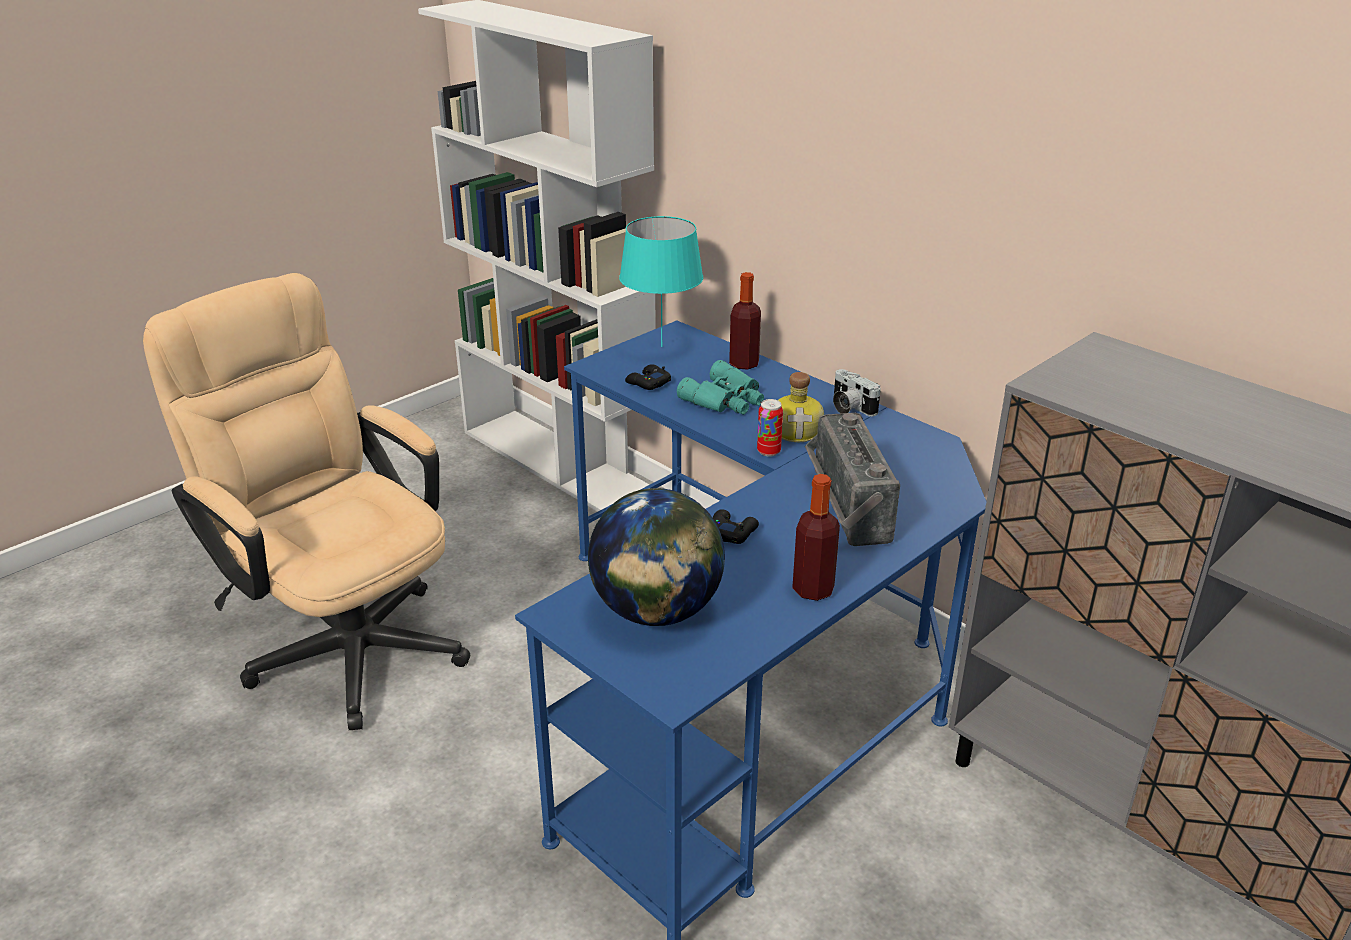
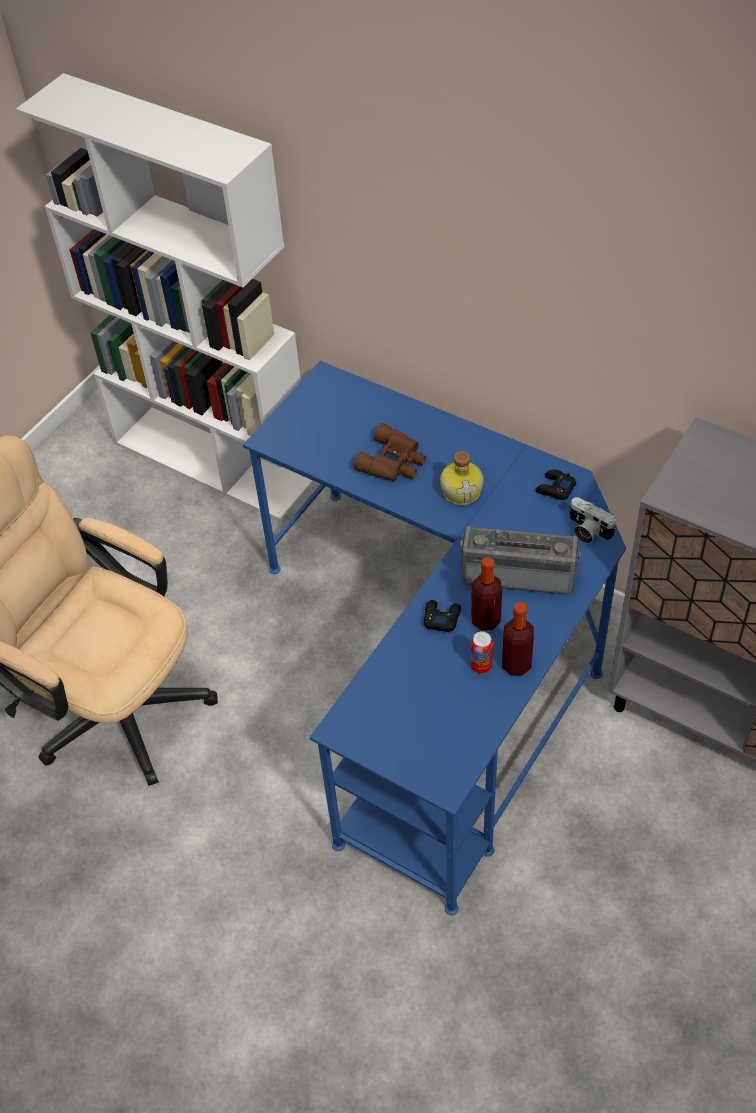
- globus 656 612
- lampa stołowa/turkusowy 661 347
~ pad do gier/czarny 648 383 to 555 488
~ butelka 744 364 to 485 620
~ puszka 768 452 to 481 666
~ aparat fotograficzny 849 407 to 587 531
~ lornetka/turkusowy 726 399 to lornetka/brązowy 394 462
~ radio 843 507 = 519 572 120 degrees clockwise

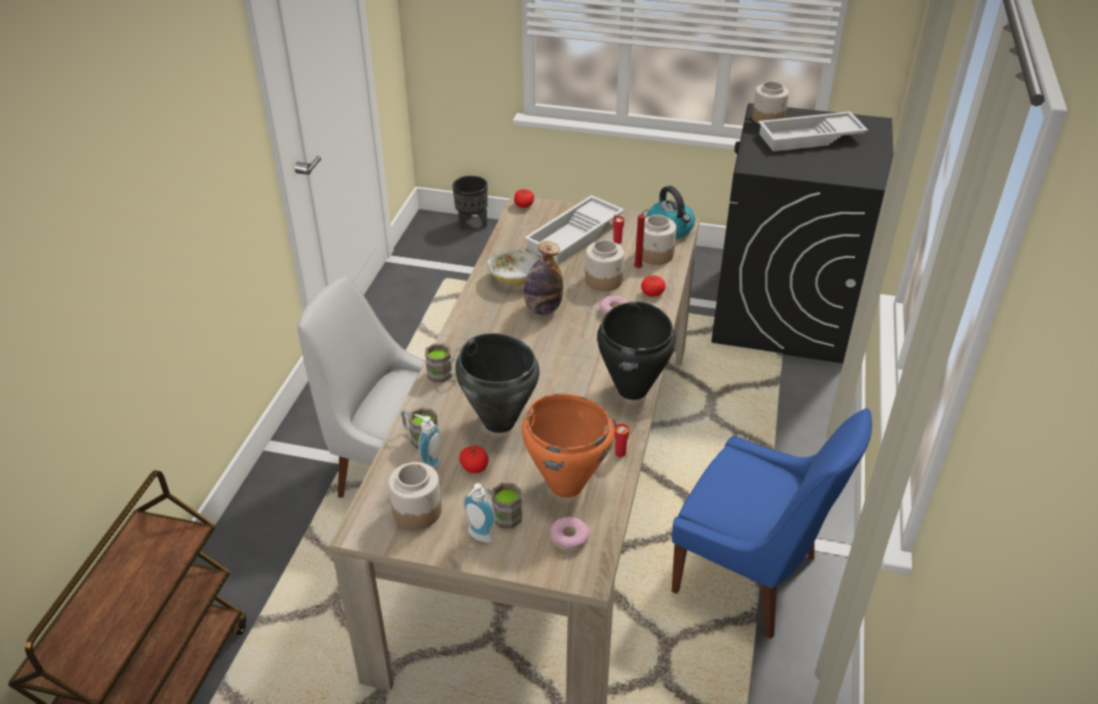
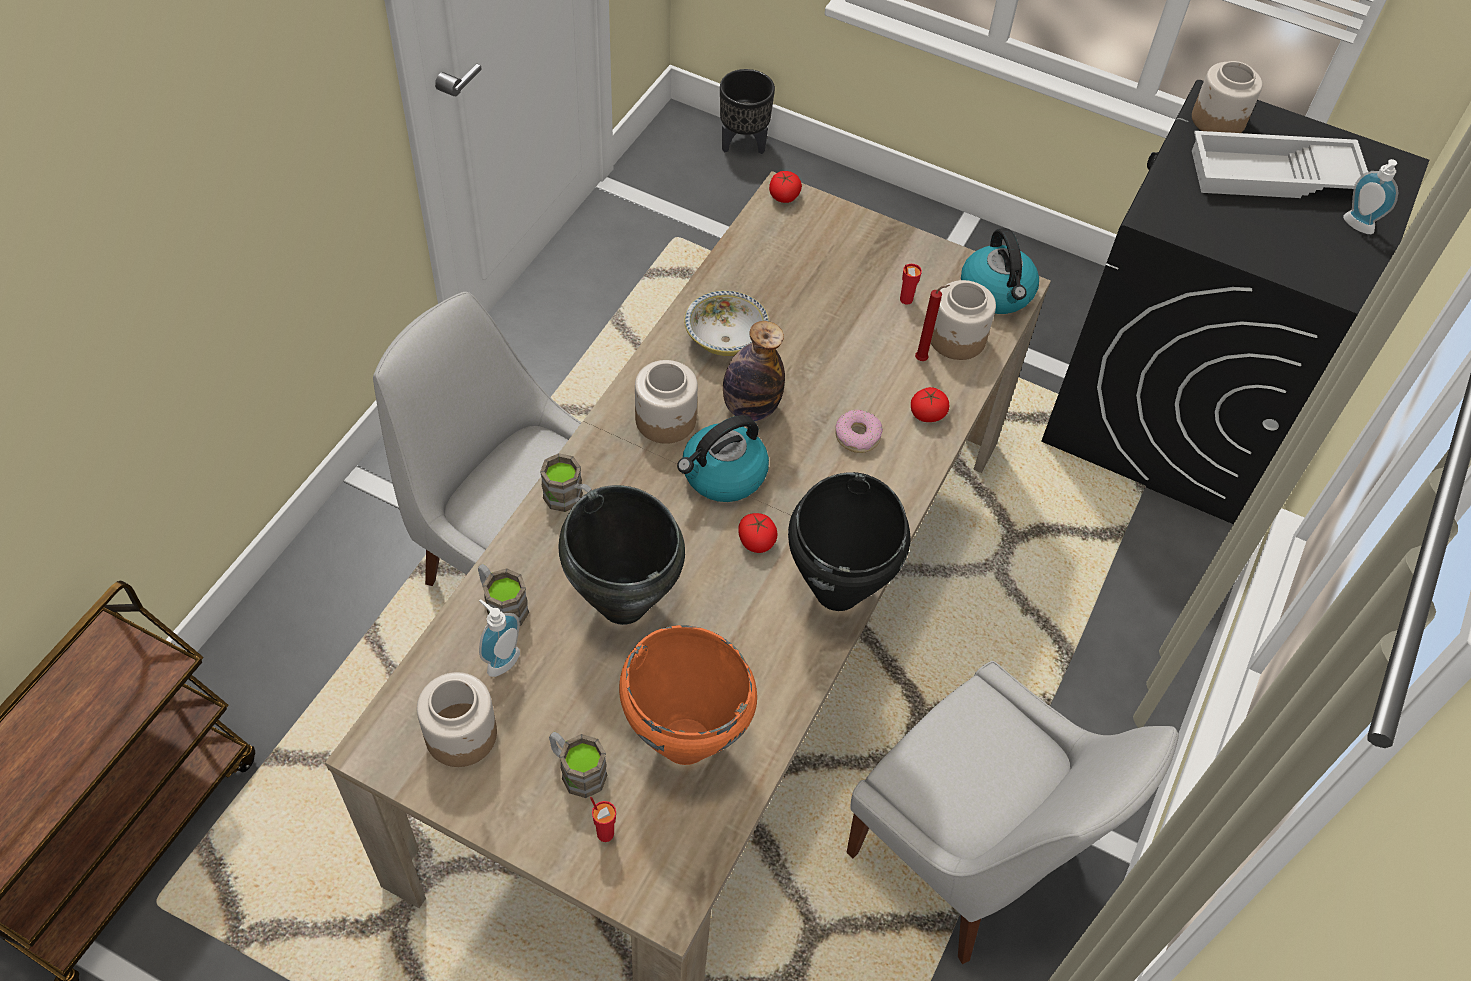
- taca/biały 575 236
- donut 569 538
+ czajnik 723 475
~ pomidor 474 467 to 757 541
~ dozownik mydła 478 537 to 1356 226
~ słoik 604 280 to 666 420
~ filiżanka/czerwony 620 453 to 605 833
~ krzesło/niebieski 750 576 to krzesło/biały 967 856

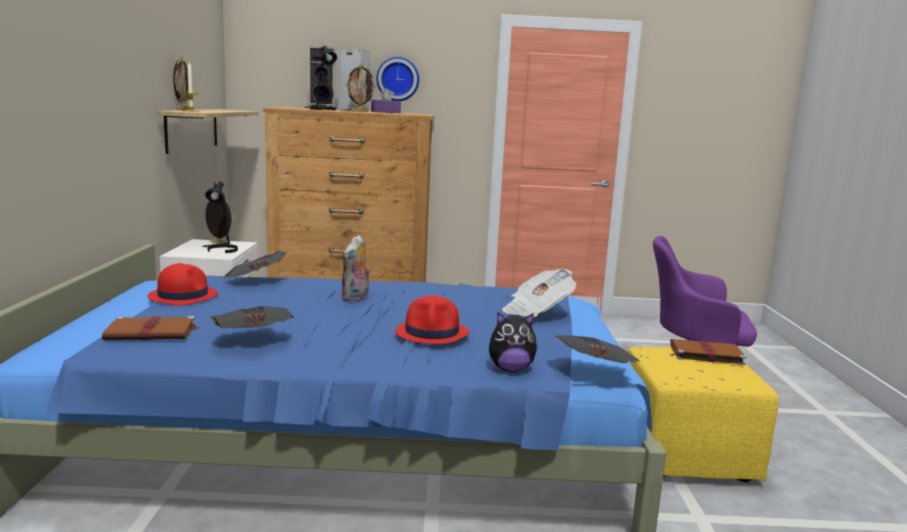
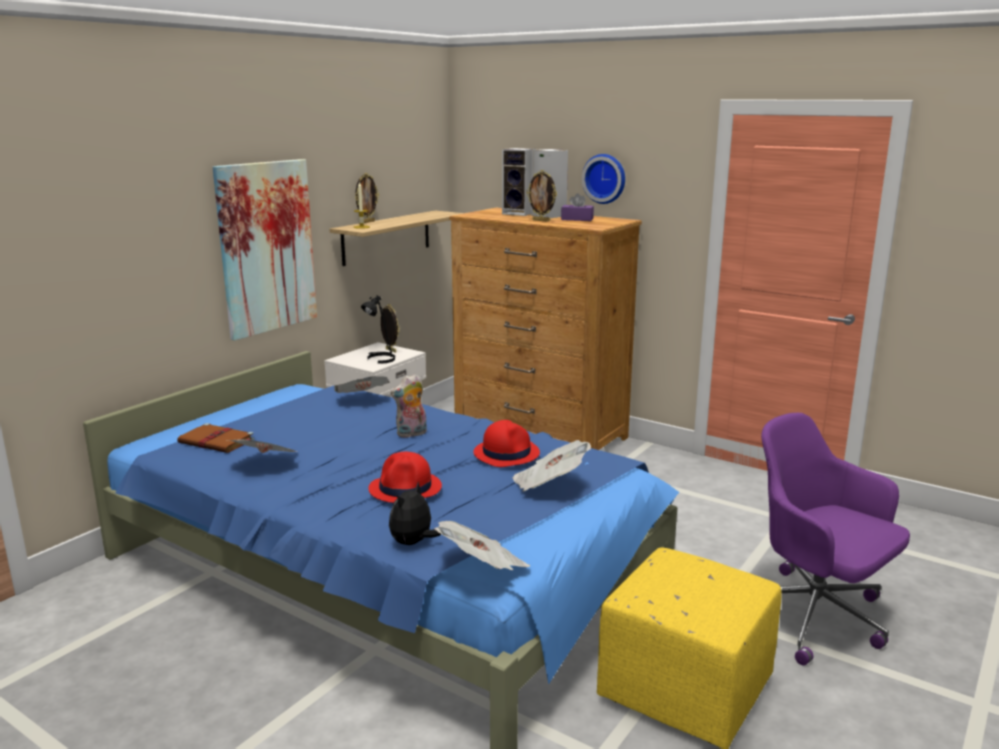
- lampa stołowa/czarny 321 109
- książka/brązowy 704 354
+ obraz 266 247
~ kapelusz/czerwony 183 296 to 506 453
~ pluszak 510 369 = 413 543 90 degrees clockwise

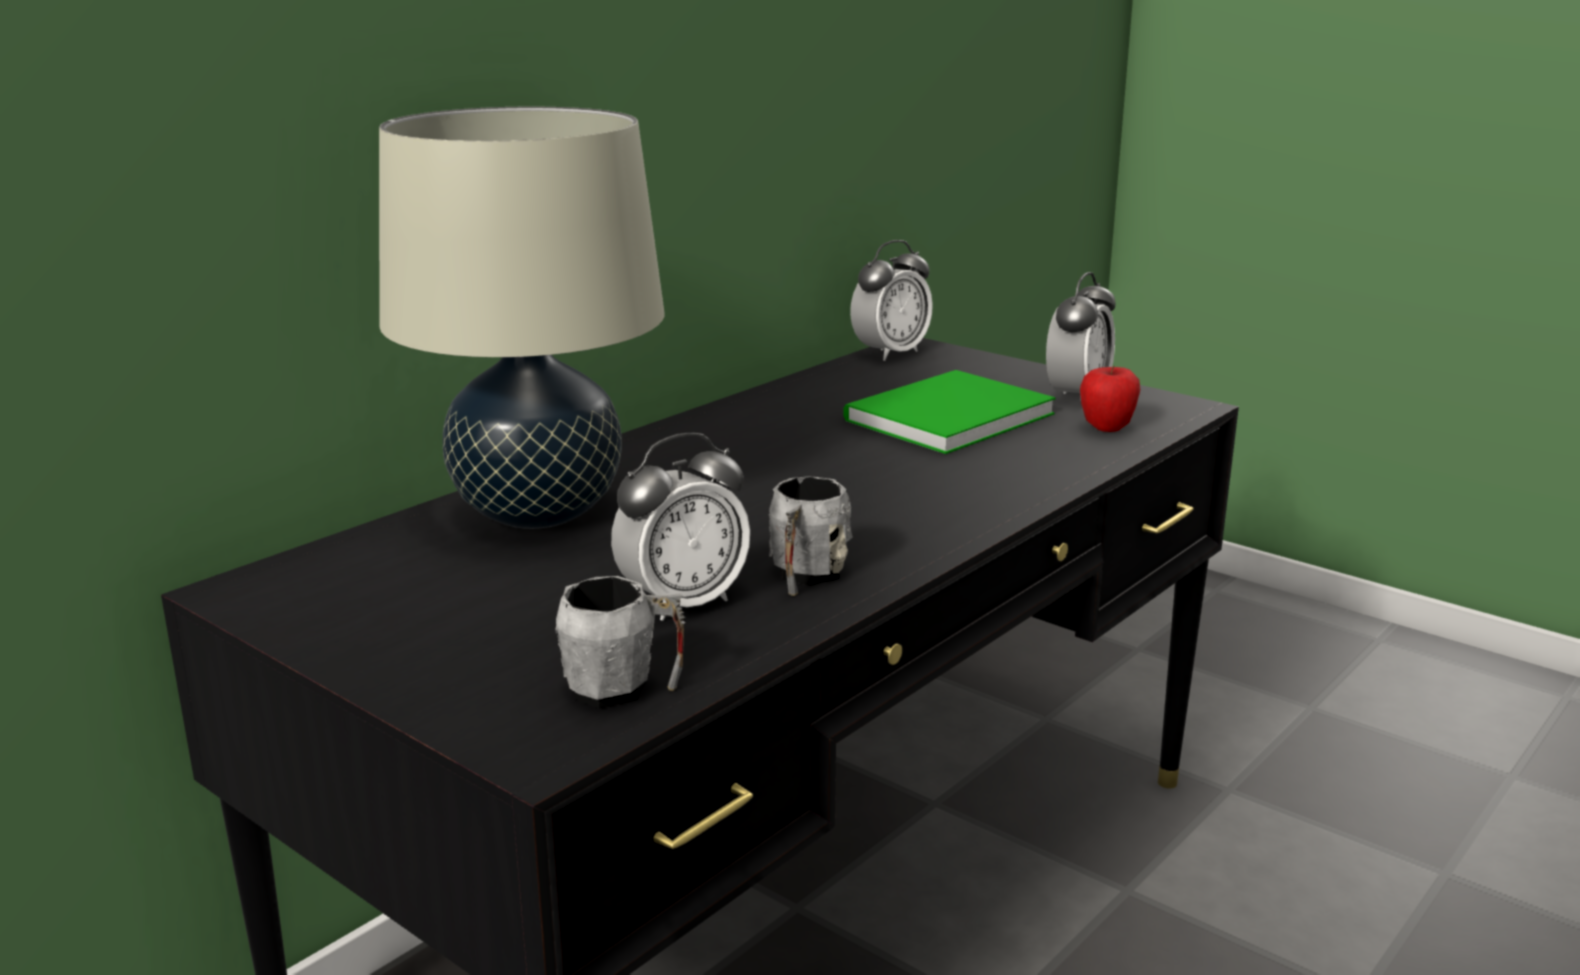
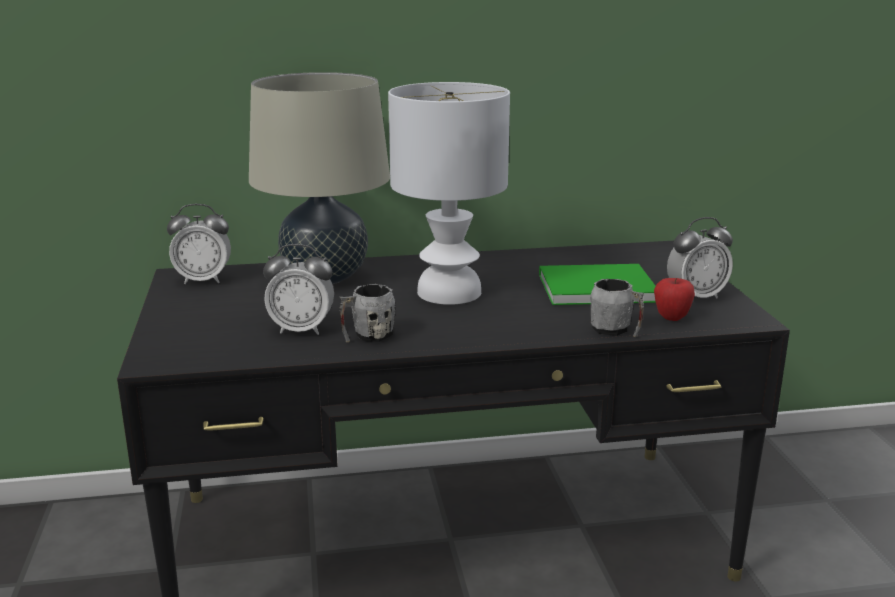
+ lampa stołowa/biały 448 292
~ kubek/szary 623 689 to 615 331
~ budzik 890 353 to 203 280

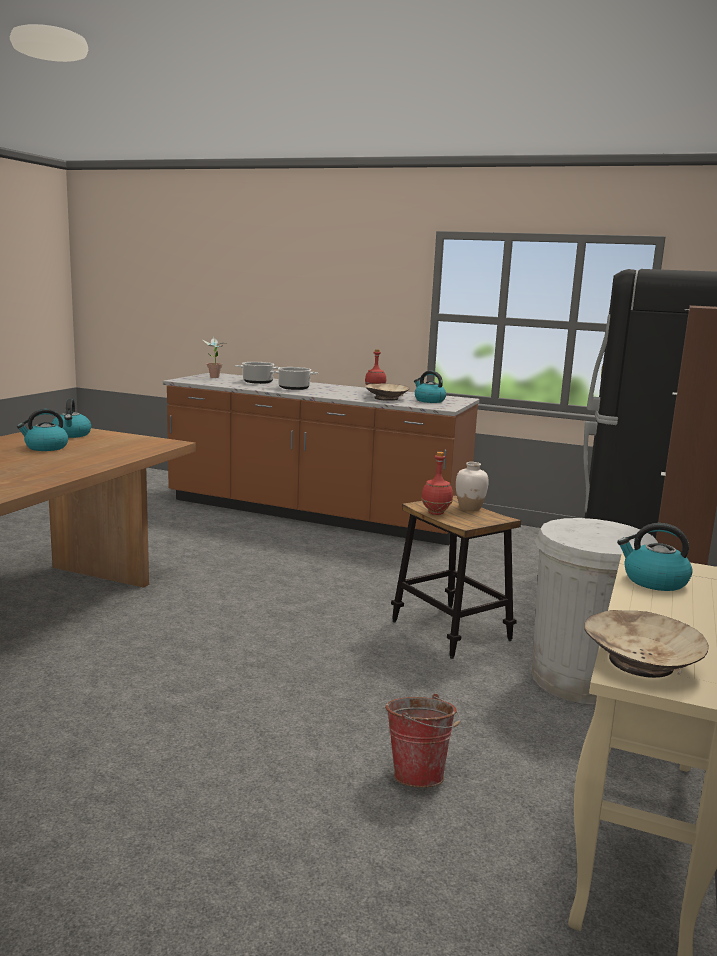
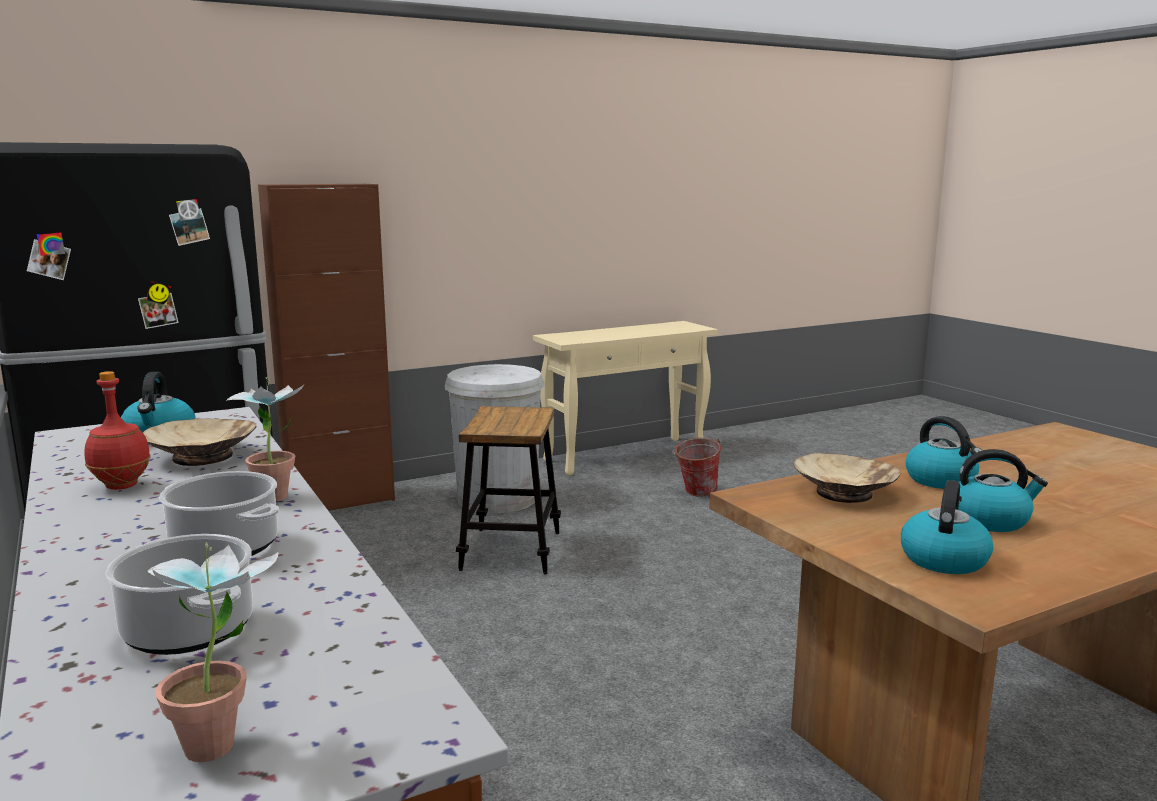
- butelka/czerwony 435 513
- wazon/biały 470 508
+ roślina doniczkowa 276 493
~ miska/beżowy 640 662 to 844 493
~ czajnik 654 581 to 942 480

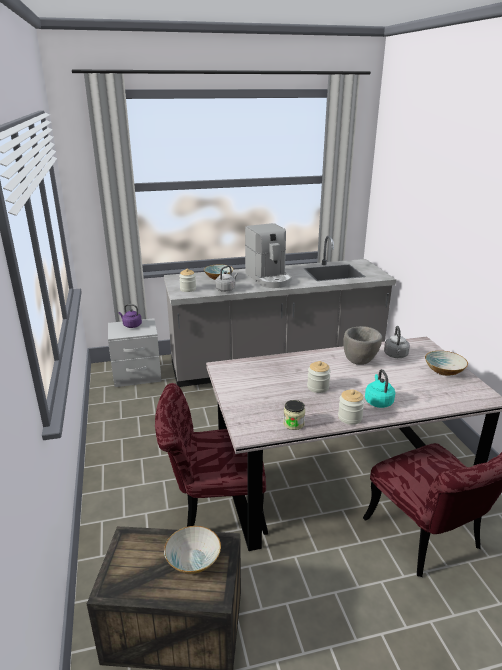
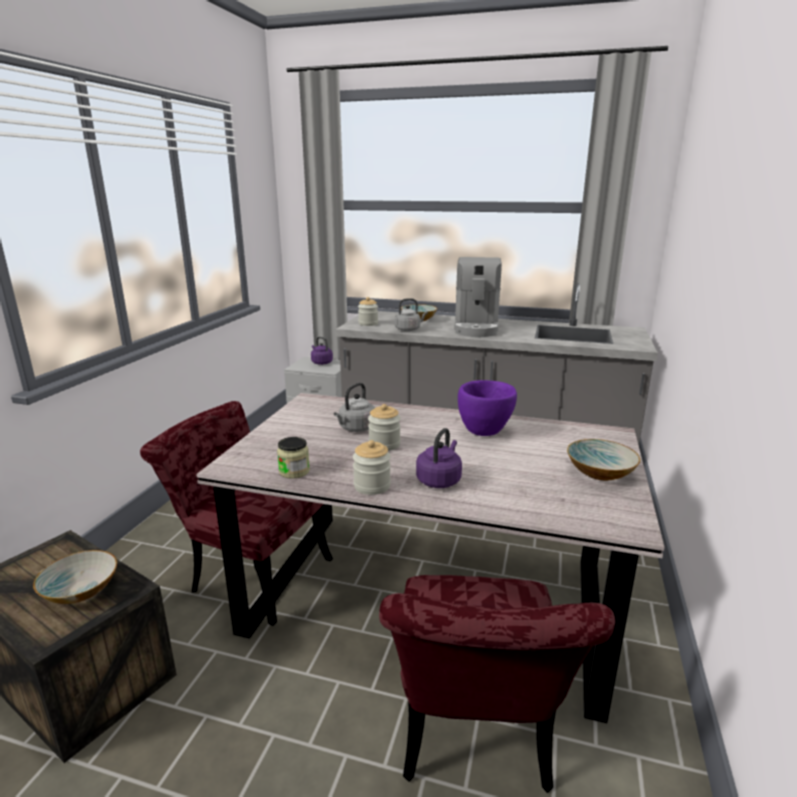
~ czajnik/szary 396 355 to 356 428
~ miska/szary 360 361 to miska/fioletowy 485 432
~ czajnik/turkusowy 378 401 to czajnik/fioletowy 439 480

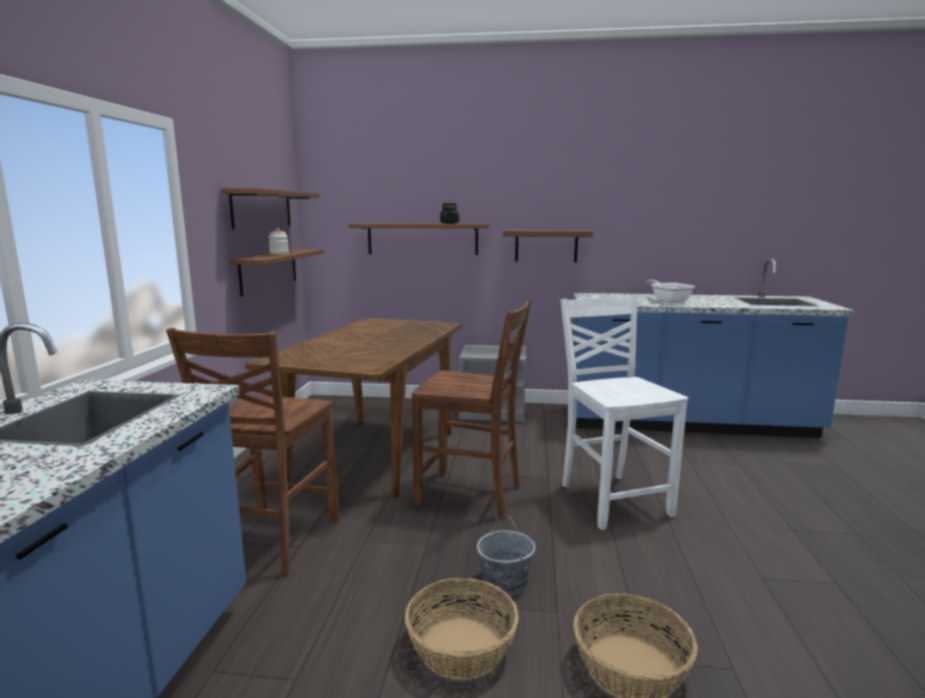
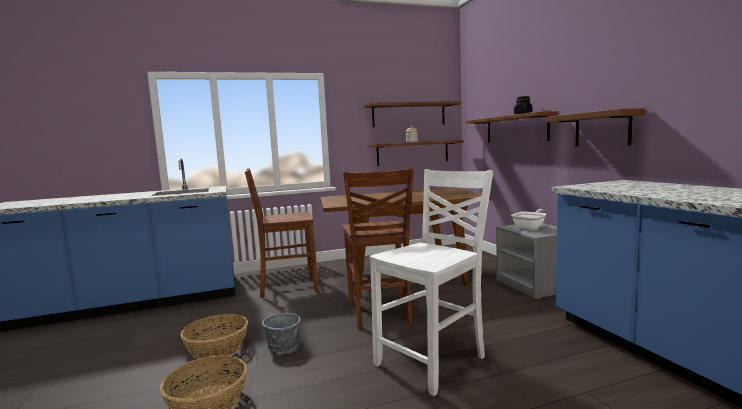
~ patelnia 668 301 to 530 227

